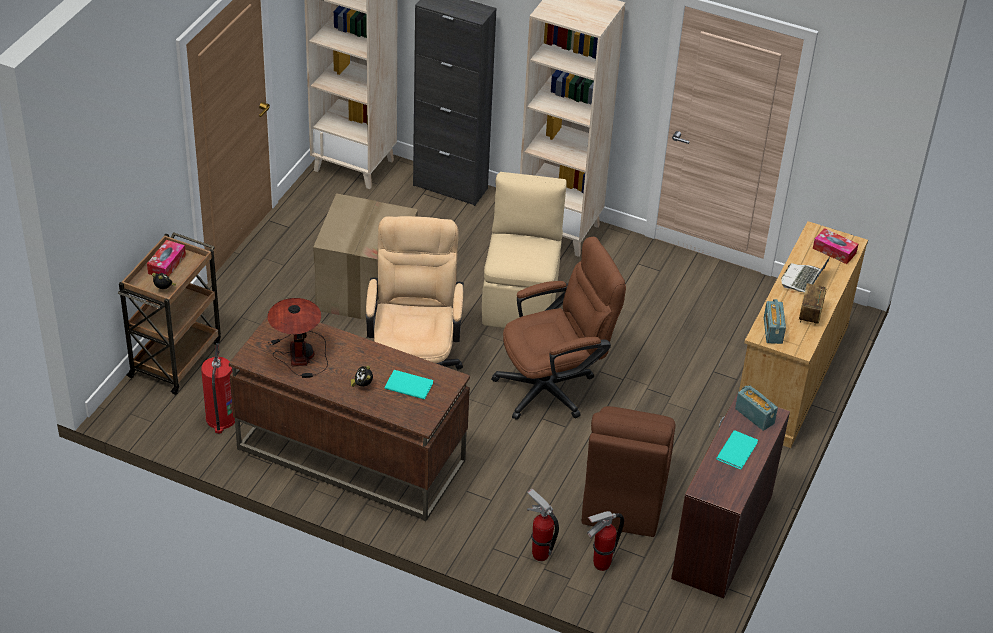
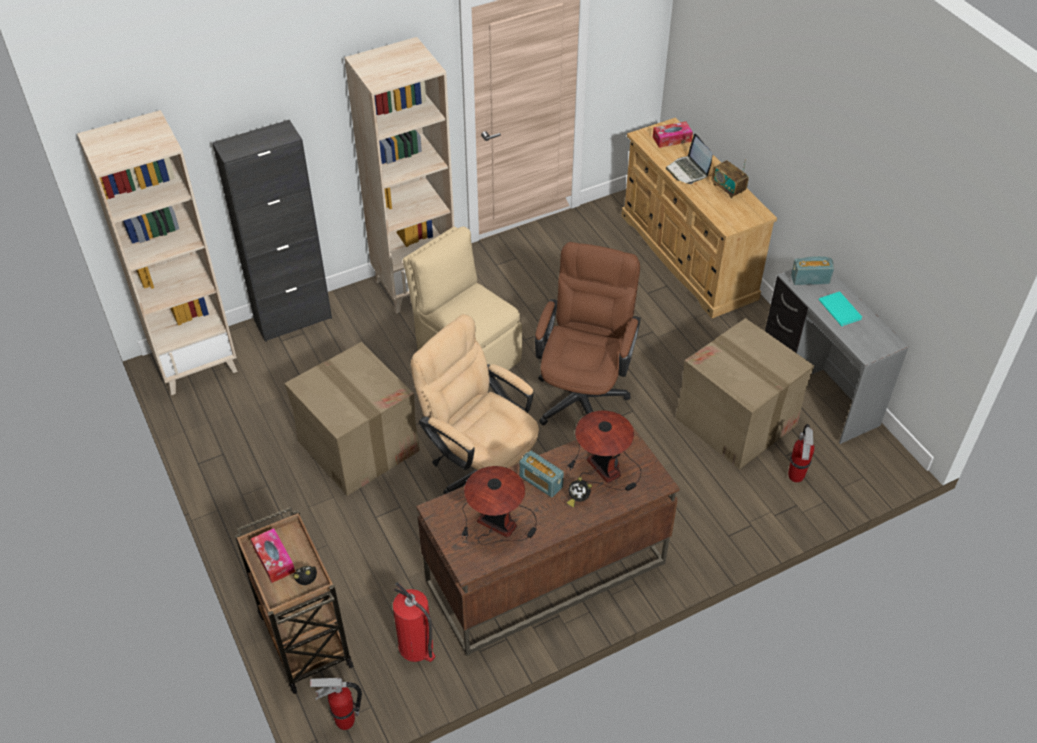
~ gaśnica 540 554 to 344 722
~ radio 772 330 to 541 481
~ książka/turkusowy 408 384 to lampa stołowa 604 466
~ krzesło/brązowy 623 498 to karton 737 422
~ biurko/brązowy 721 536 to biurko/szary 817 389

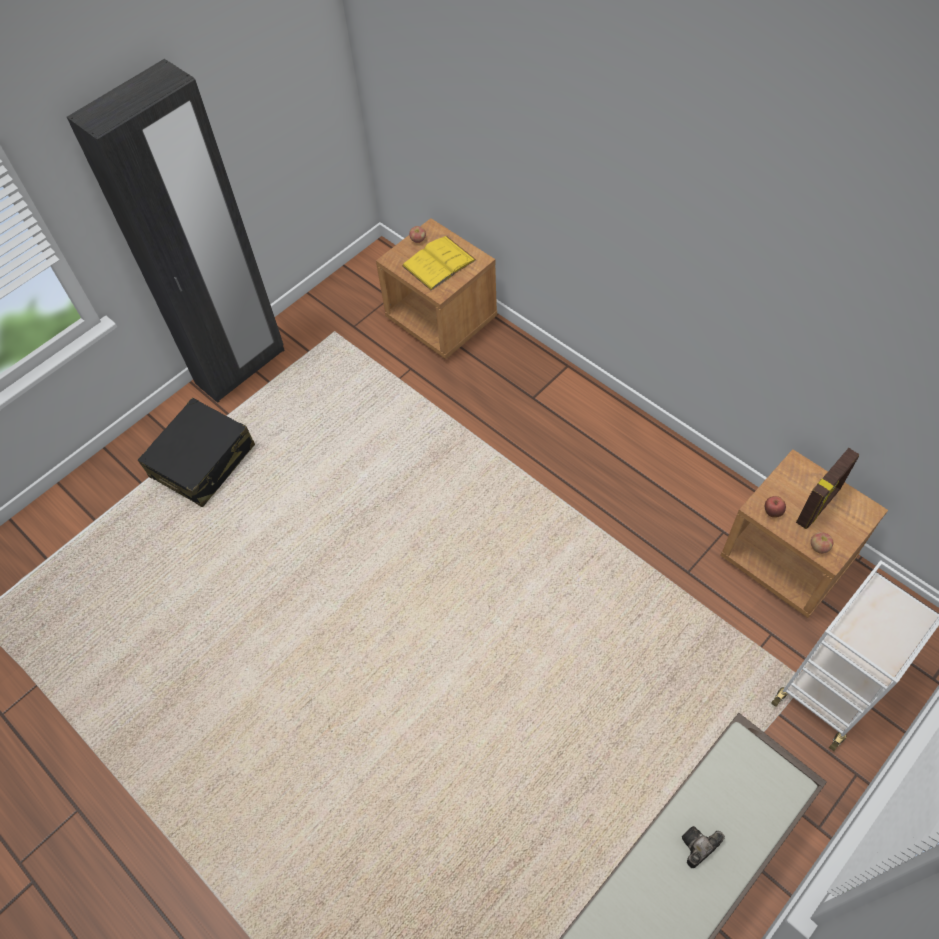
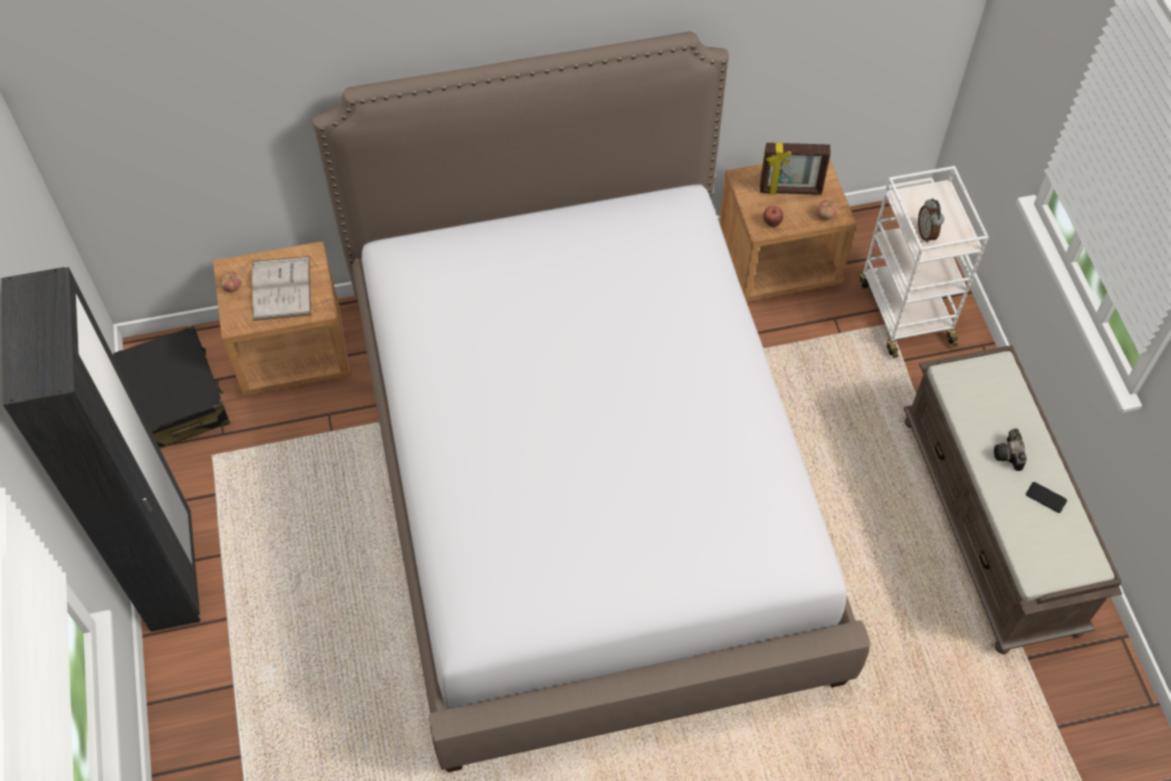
+ łóżko 586 480
+ budzik 926 233
+ telefon 1046 497
~ walizka/czarny 203 461 to 176 399
~ książka/żółty 439 263 to książka/biały 281 288
~ ramka na zdjęcie 819 506 = 790 191 105 degrees clockwise

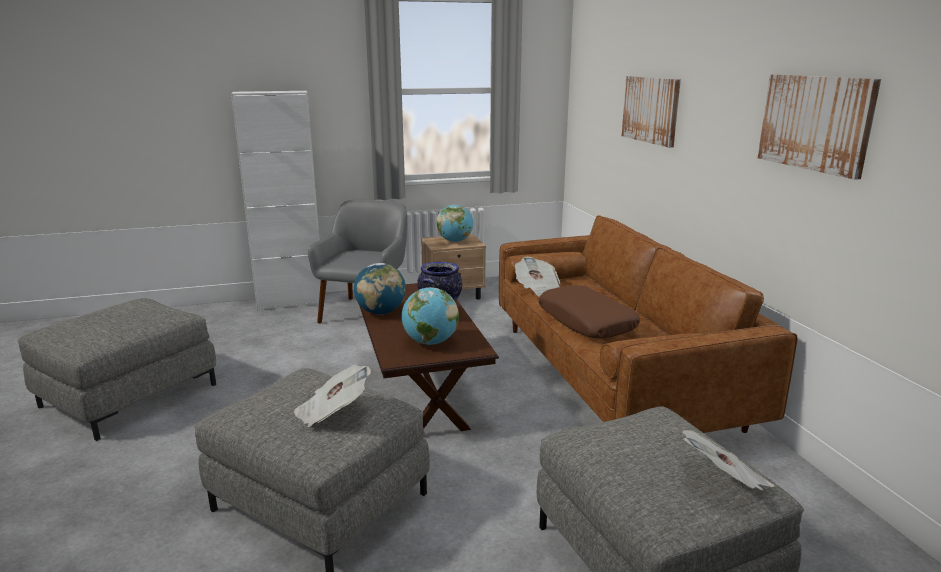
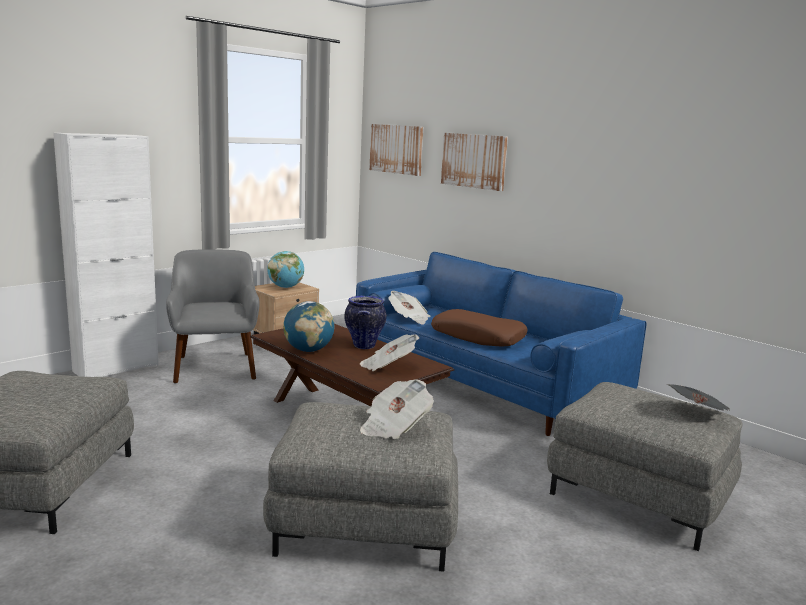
~ obraz 815 123 to 396 149
~ globus 430 342 to gazeta 388 366
~ kanapa/brązowy 612 374 to kanapa/niebieski 484 383

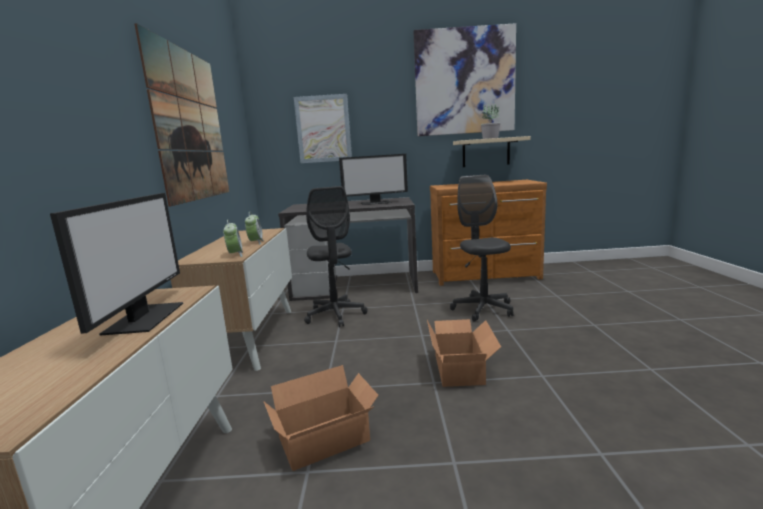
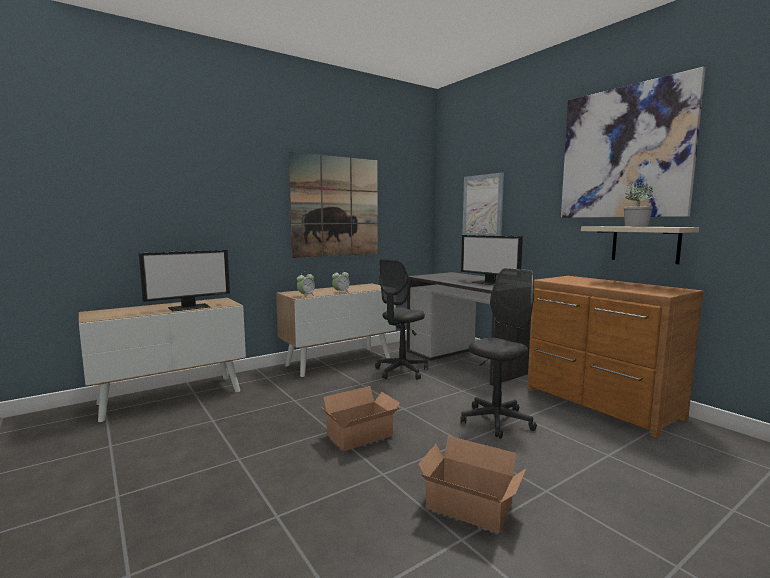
~ karton 327 440 to 469 508

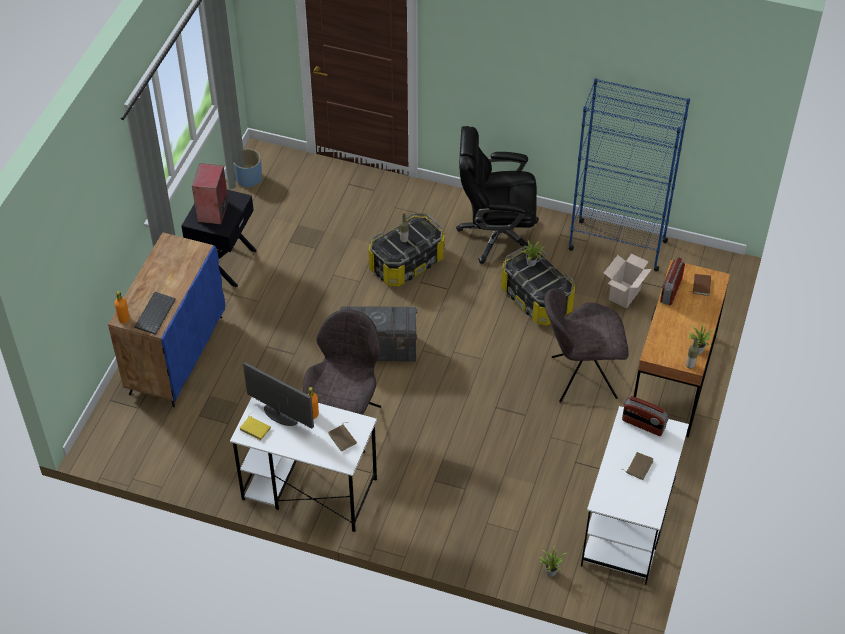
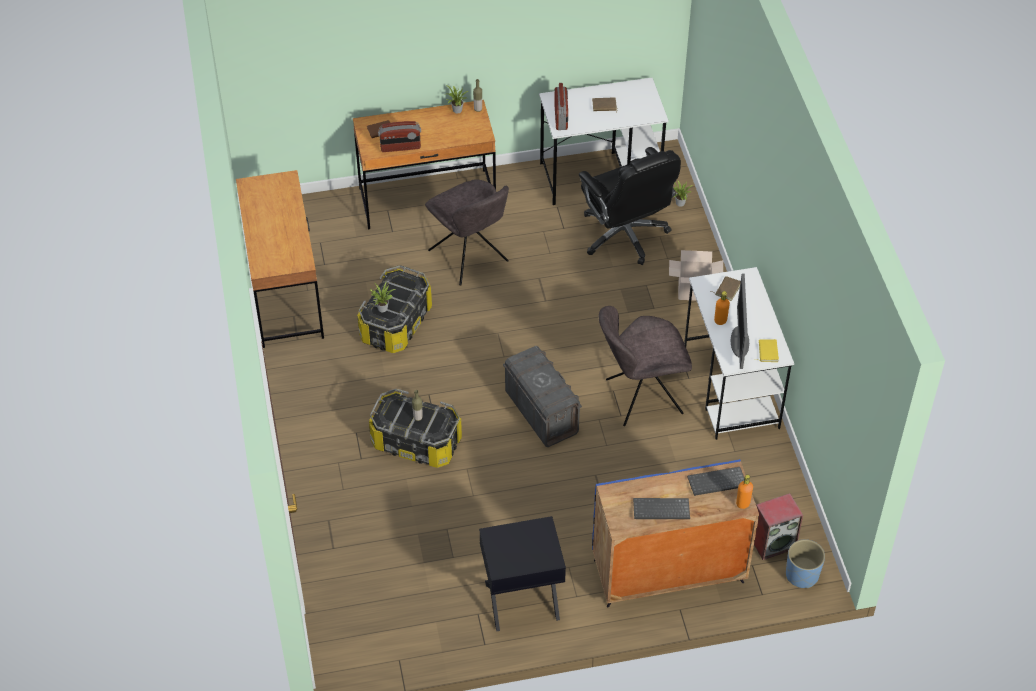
+ klawiatura 660 510
~ głośnik 213 212 to 773 542
~ donica/niebieski 249 179 to 802 575
~ krzesło biurowe/czarny 496 235 to 625 235
~ karton 624 293 to 692 292
~ regał/niebieski 617 245 to biurko/brązowy 285 292

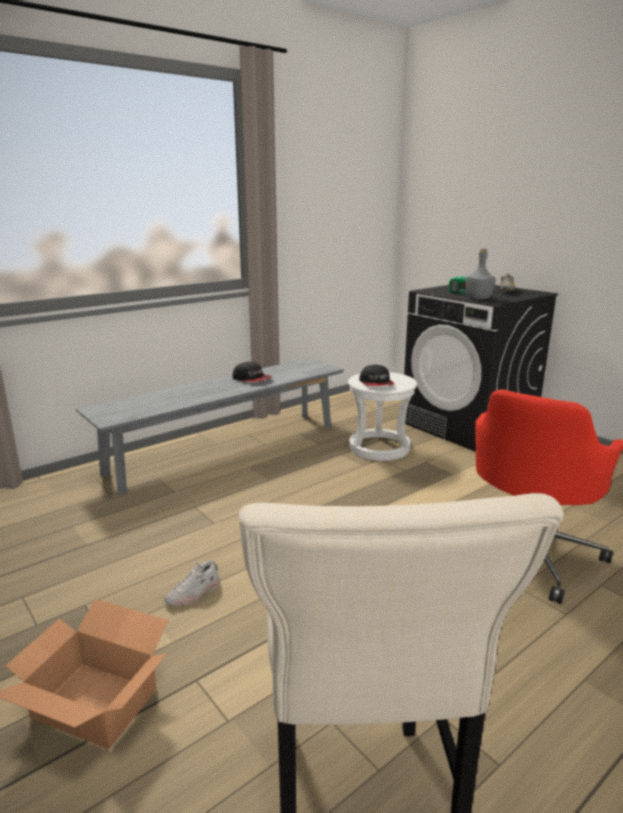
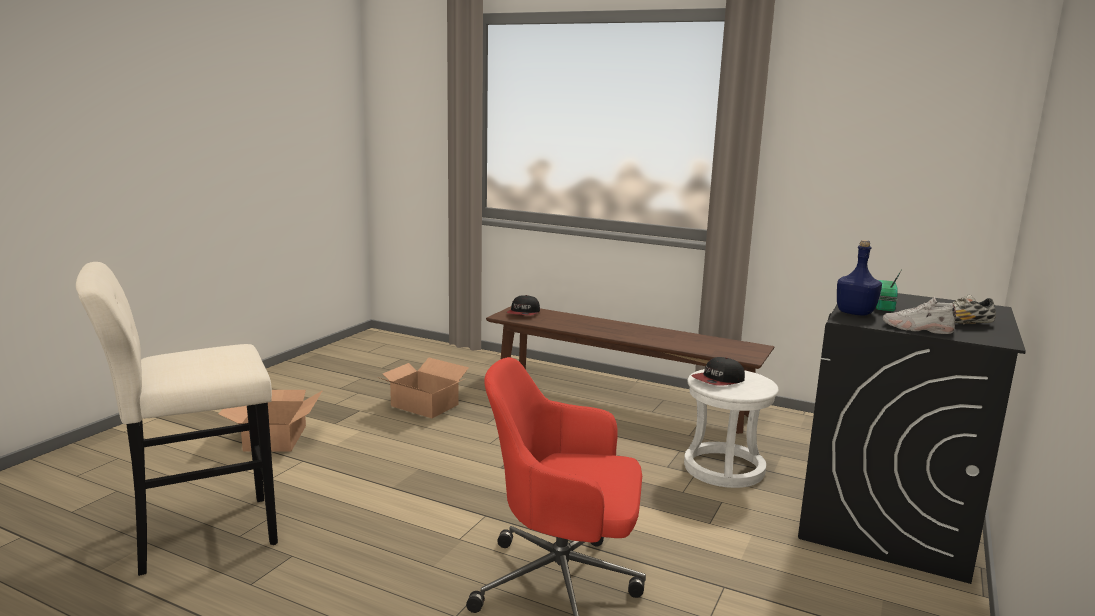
+ karton 424 406
~ but/biały 193 594 to 917 329
~ czapka z daszkiem 252 379 to 524 313
~ ławka/szary 226 449 to ławka/brązowy 620 398
~ butelka/szary 478 298 to butelka/niebieski 855 313

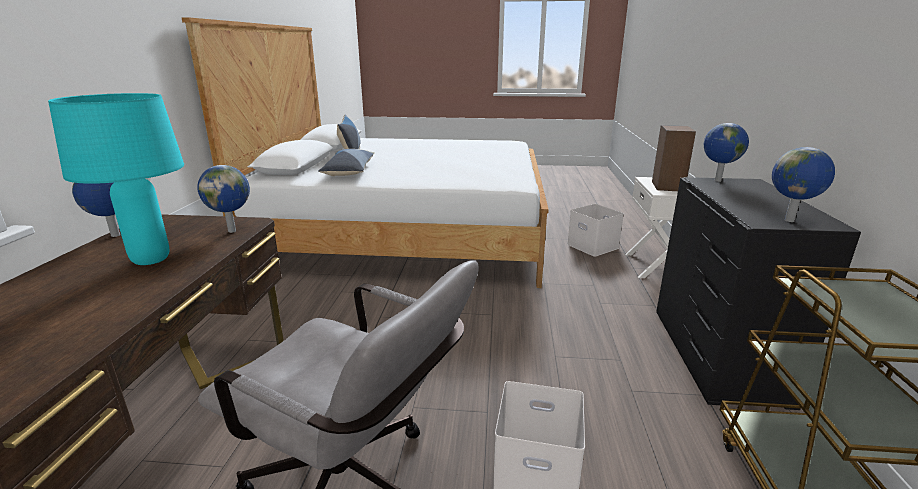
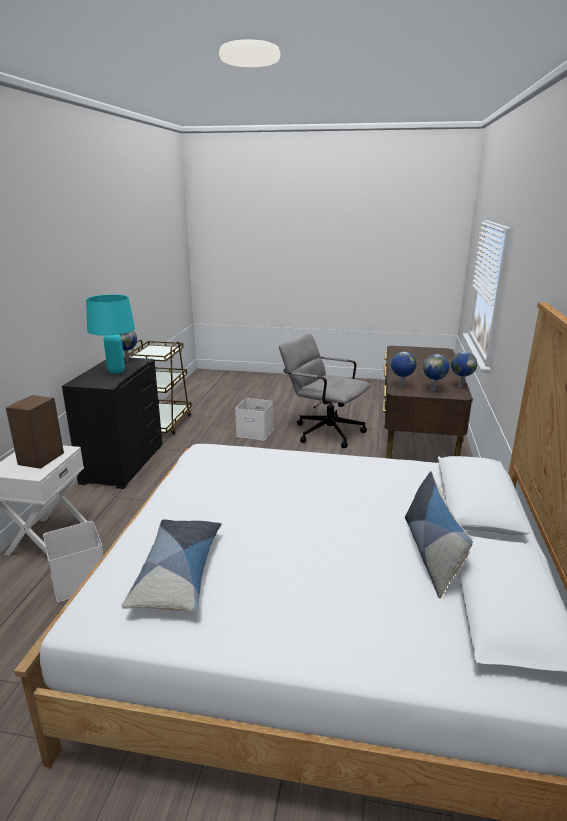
~ lampa stołowa/turkusowy 150 260 to 117 371
~ poduszka 349 171 to 178 573
~ globus 717 180 to 433 390

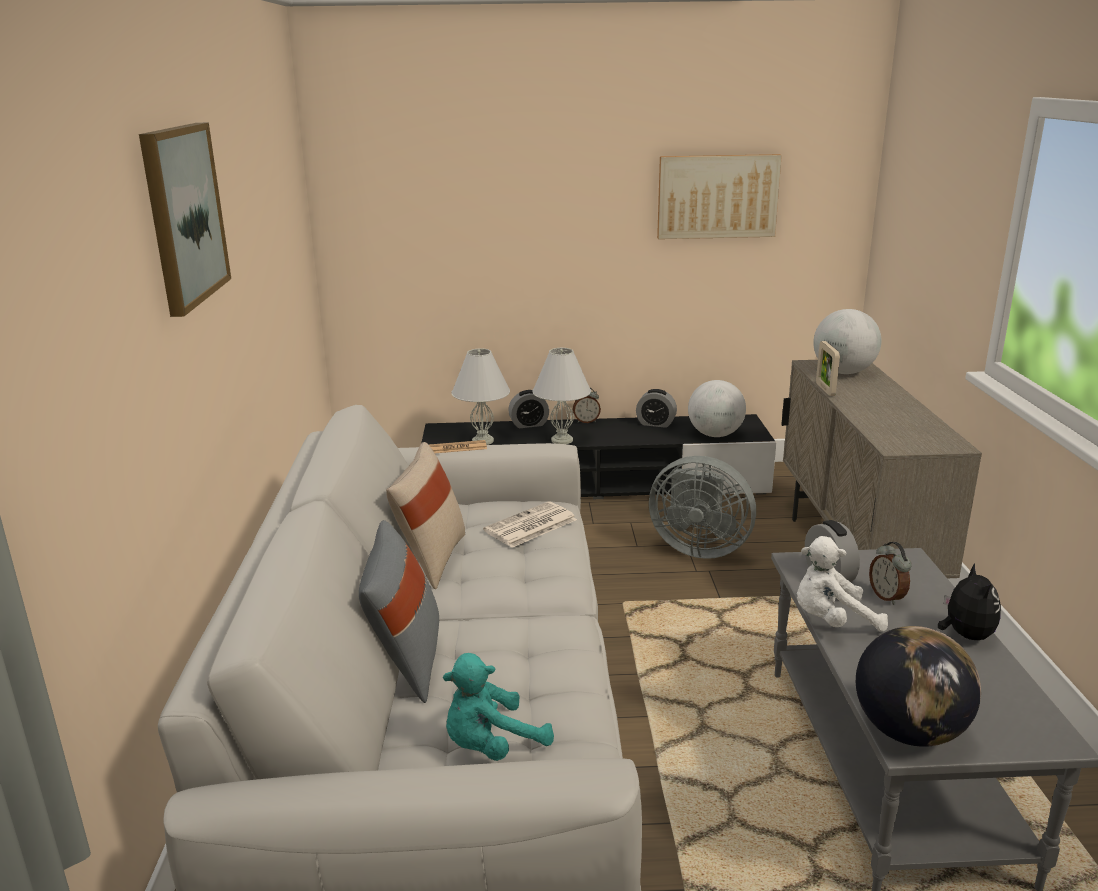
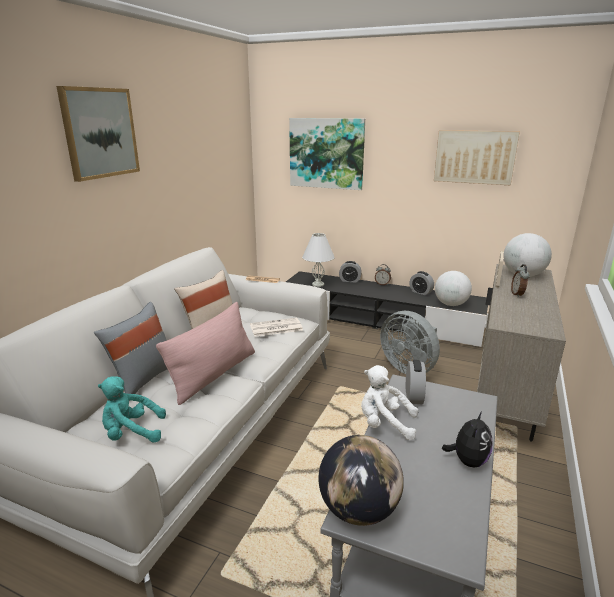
- lampa stołowa/biały 561 440
+ poduszka/różowy 214 374
+ obraz 326 153
~ budzik 887 597 to 518 294

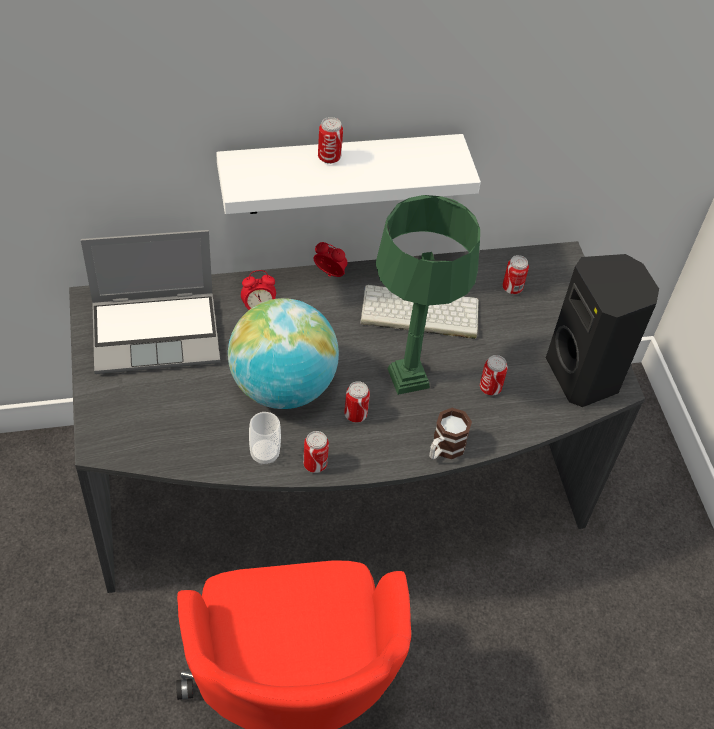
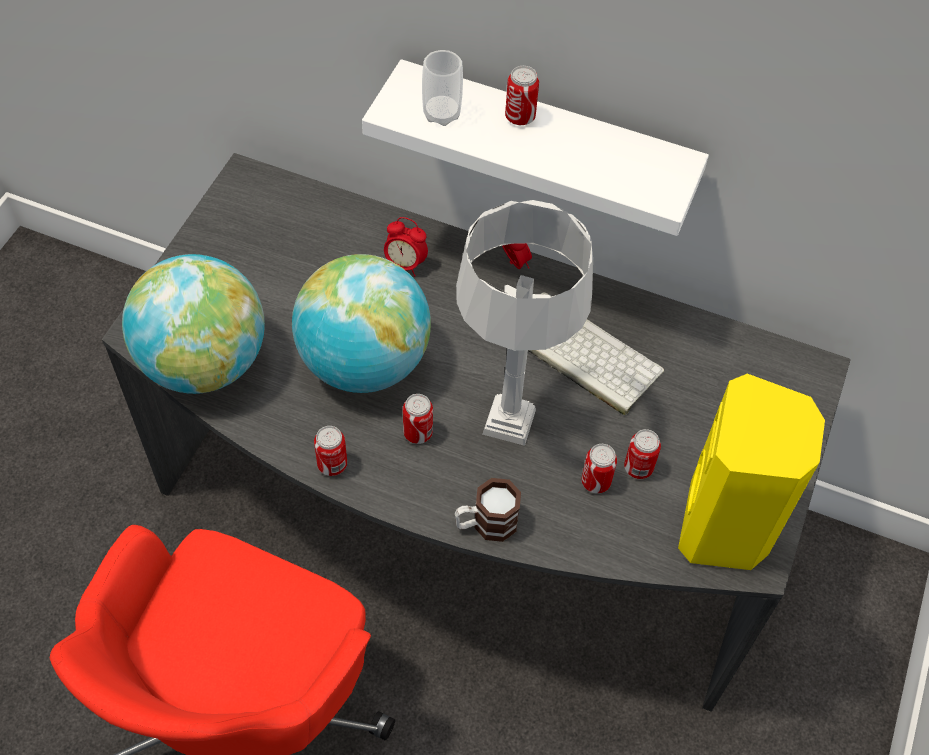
- laptop 157 332
+ globus 204 362
~ filiżanka 264 454 to 441 114
~ puszka 512 288 to 638 468
~ lampa stołowa/zielony 408 377 to lampa stołowa/szary 509 421
~ głośnik/czarny 585 375 to głośnik/żółty 726 527

